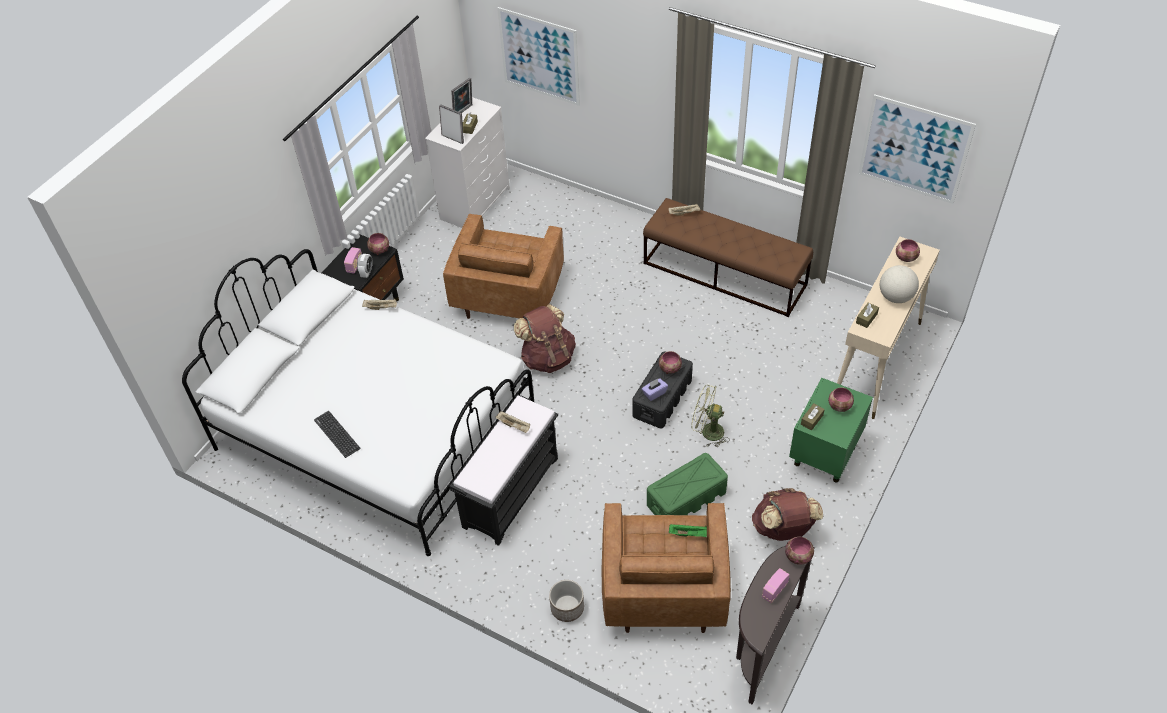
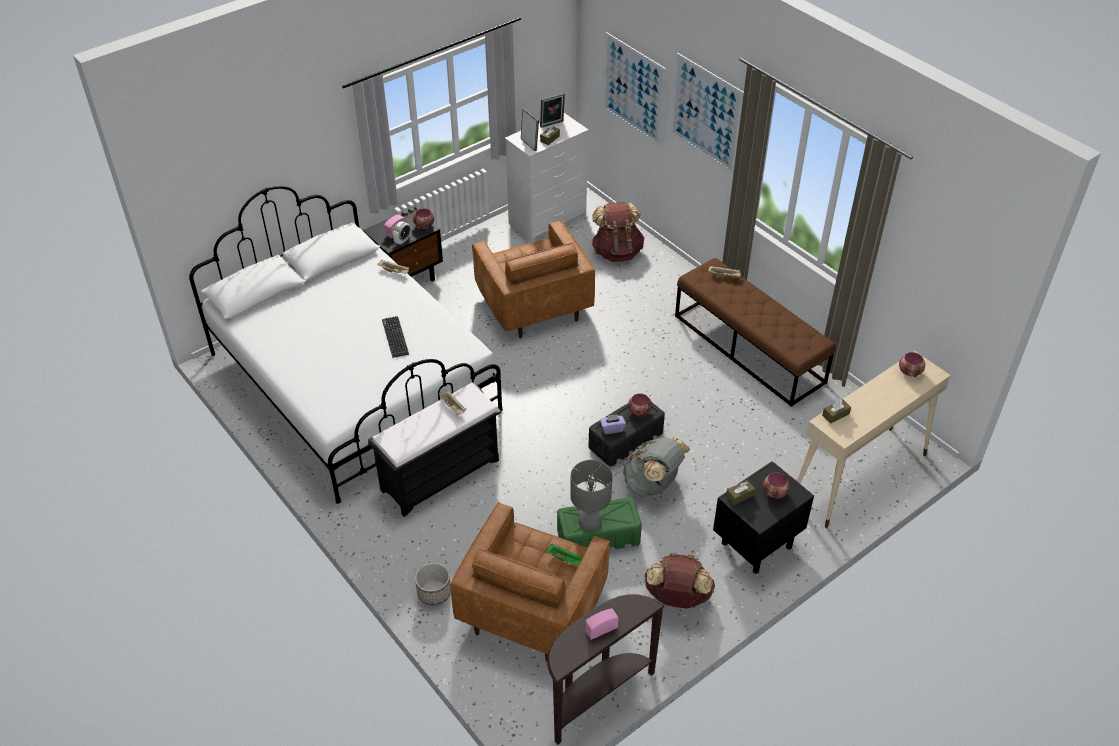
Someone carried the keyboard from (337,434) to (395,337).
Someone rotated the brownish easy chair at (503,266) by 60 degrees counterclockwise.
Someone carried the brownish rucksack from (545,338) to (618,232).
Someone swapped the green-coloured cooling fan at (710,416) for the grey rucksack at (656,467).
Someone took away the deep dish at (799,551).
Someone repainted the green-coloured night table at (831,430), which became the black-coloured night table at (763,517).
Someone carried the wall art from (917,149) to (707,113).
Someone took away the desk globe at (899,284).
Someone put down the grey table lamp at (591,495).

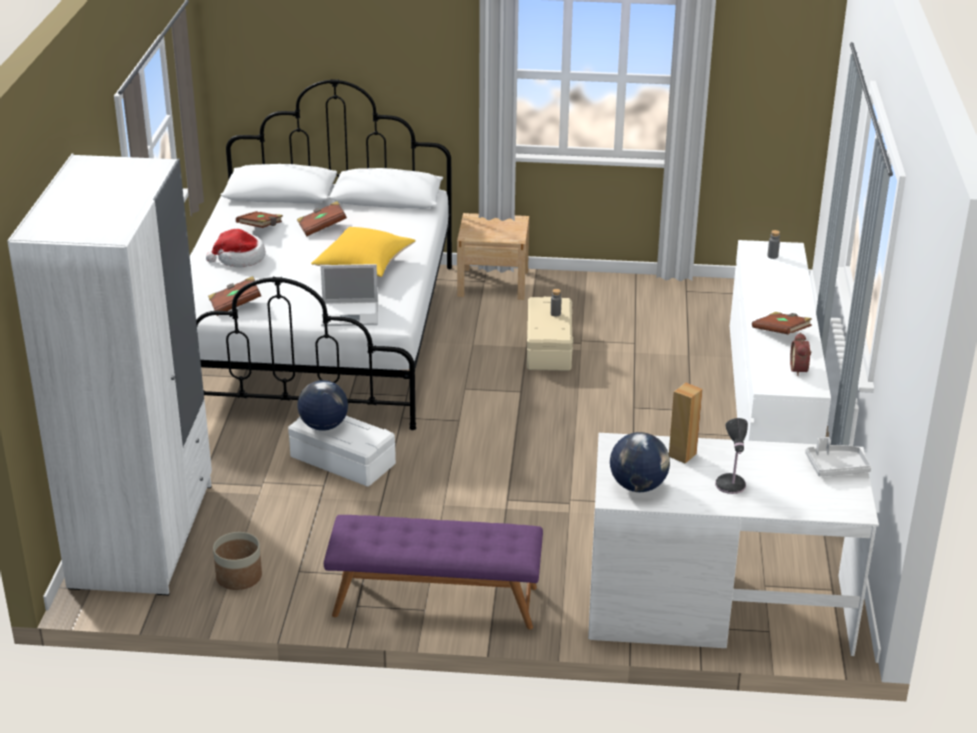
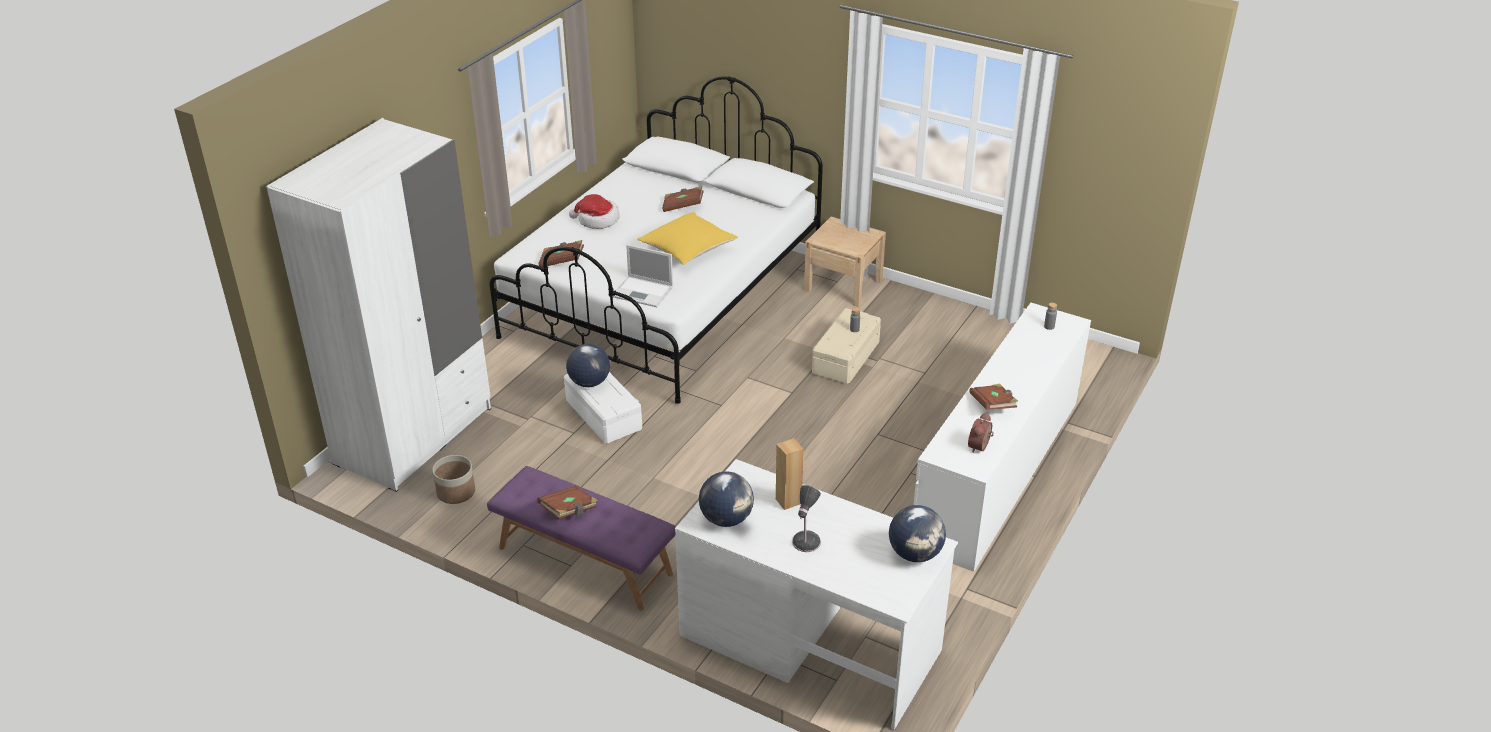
Someone carried the brownish bound book from (259,219) to (567,502).
Someone swapped the grey serving tray at (838,456) for the desk globe at (917,533).

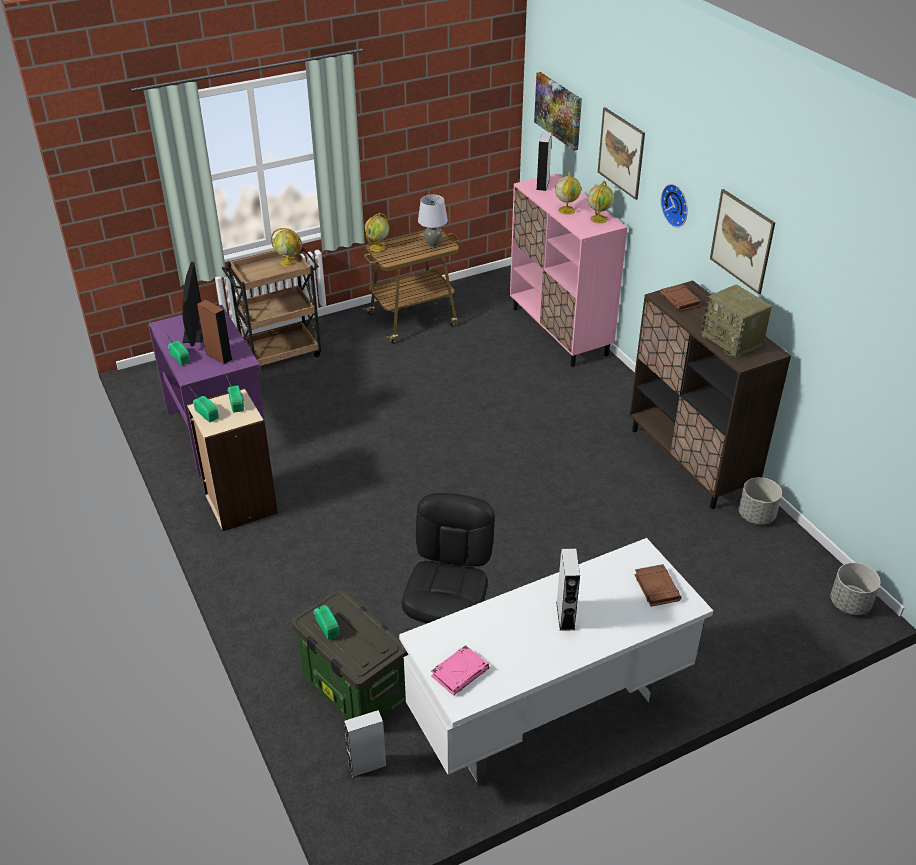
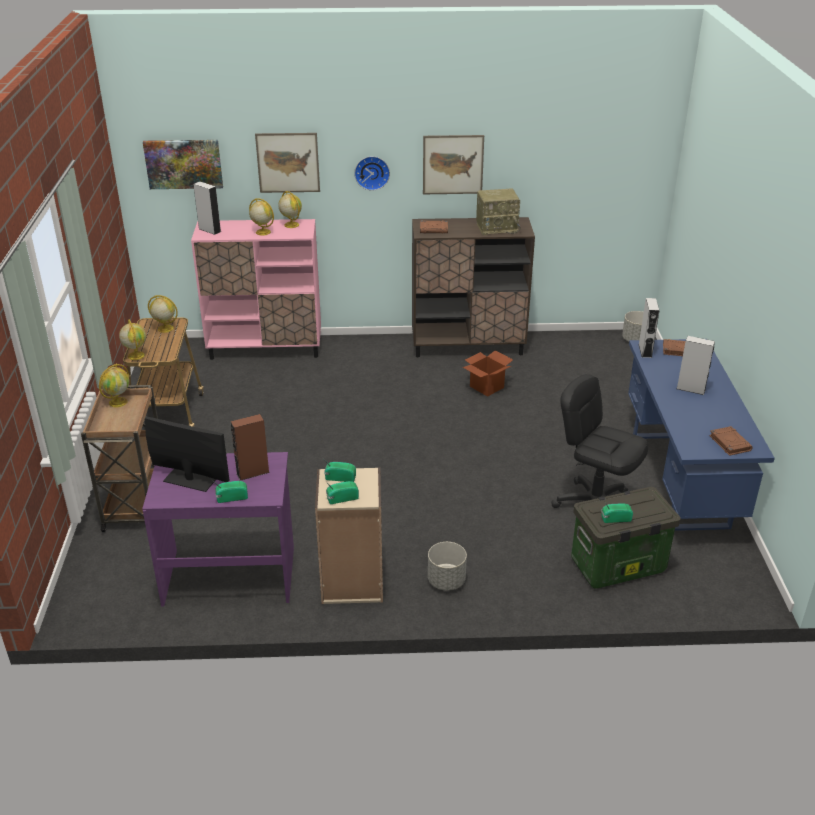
Someone carried the grey speaker from (365,744) to (649,328).
Someone repainted the white desk unit at (556,662), which became the bluish desk unit at (701,435).
Someone swapped the grey table lamp at (433,221) for the desk globe at (163,314).
Someone repainted the pinkish bound book at (460,670), which became the brownish bound book at (730,441).
Someone carried the grey plant pot from (760,501) to (447,566).
Someone put down the cardboard box at (488,373).

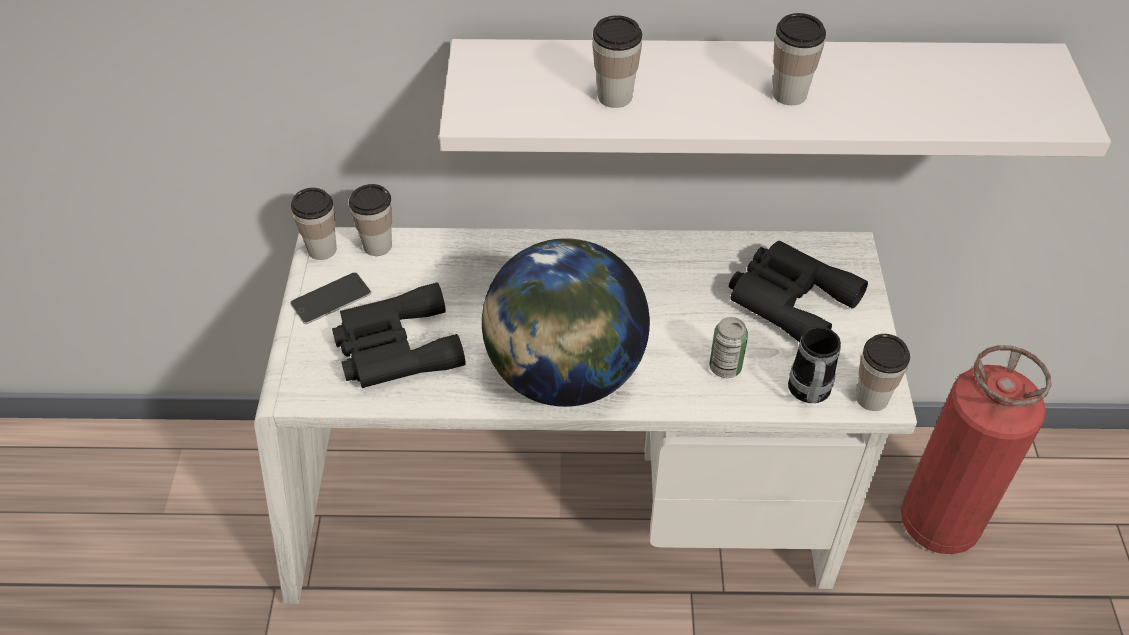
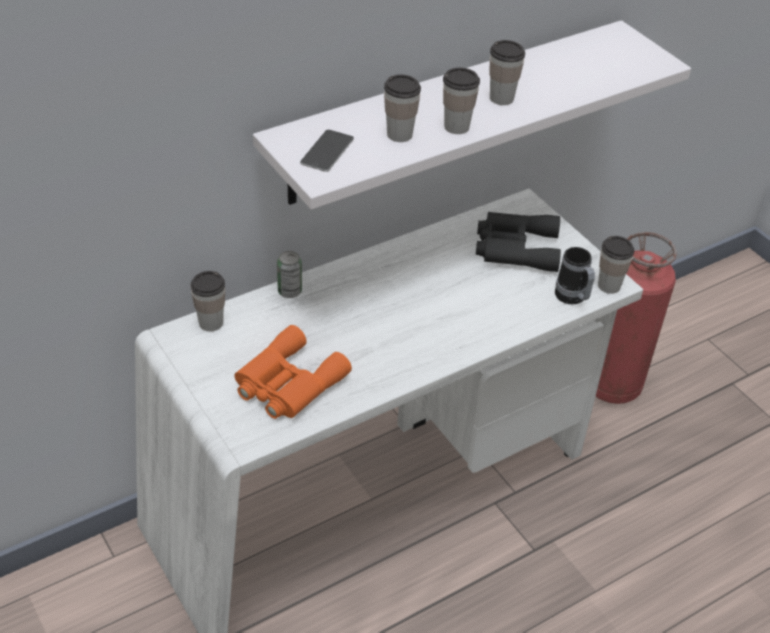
Someone carried the telephone from (330,298) to (327,150).
Someone carried the cup from (314,224) to (461,101).
Someone repainted the black-coloured field glasses at (399,335), which became the orange-coloured field glasses at (293,372).
Someone took away the desk globe at (566,322).
Someone carried the metal can from (728,347) to (289,274).

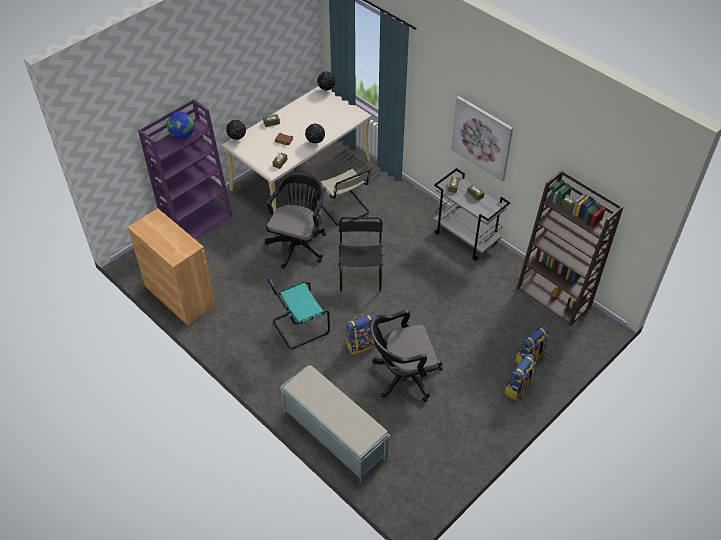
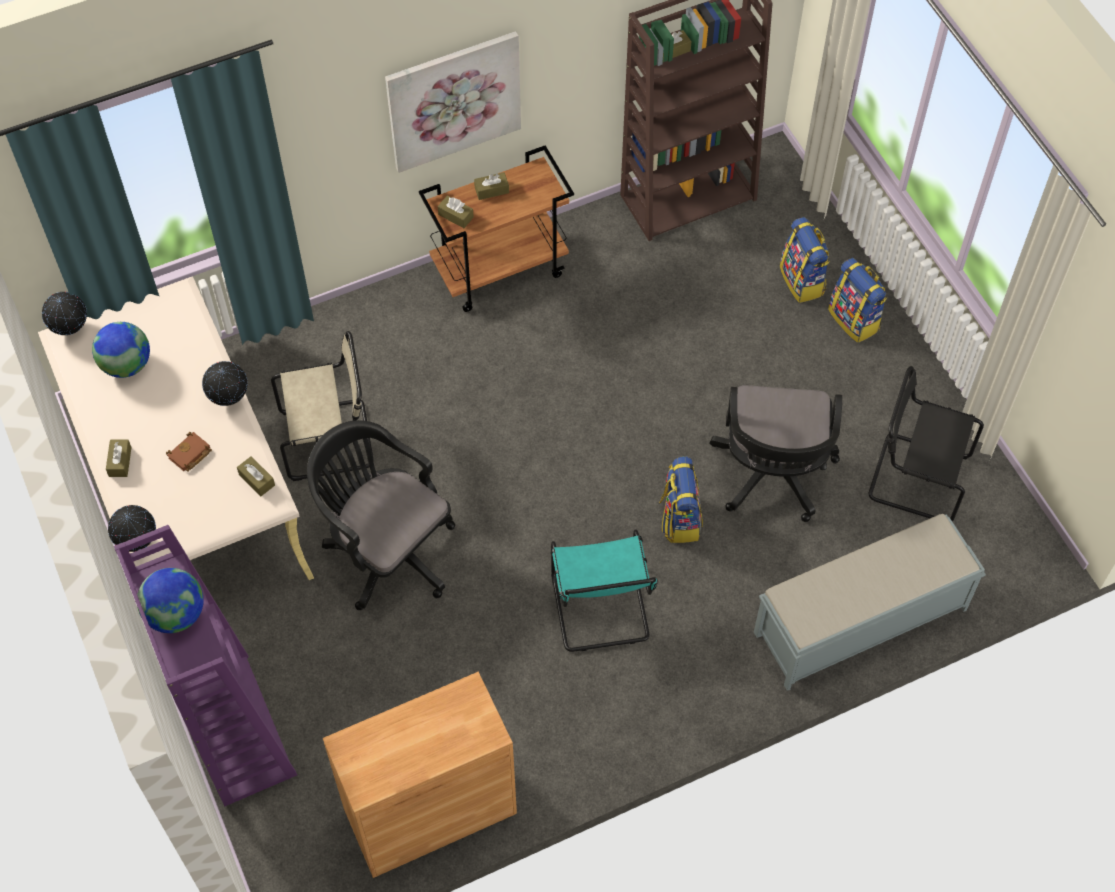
Someone carried the black-coloured upright chair from (360,254) to (926,443).
Someone repainted the grey wheeled cart at (471,214), which became the brownish wheeled cart at (496,228).
Someone put down the desk globe at (121,350).

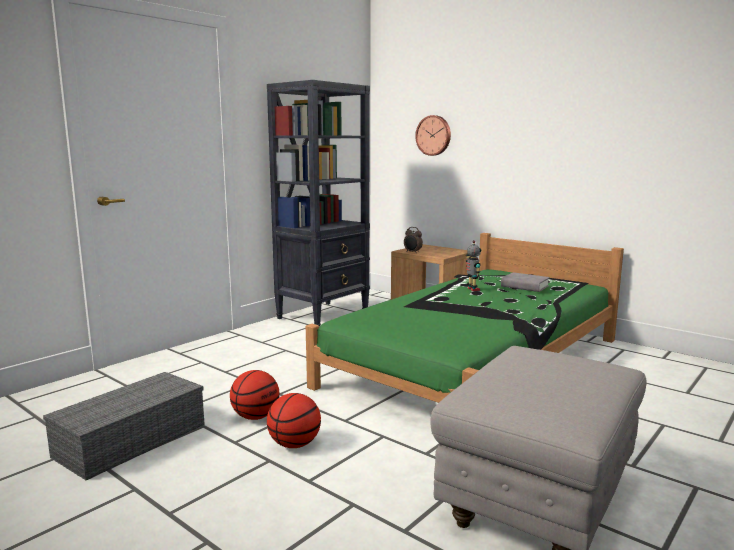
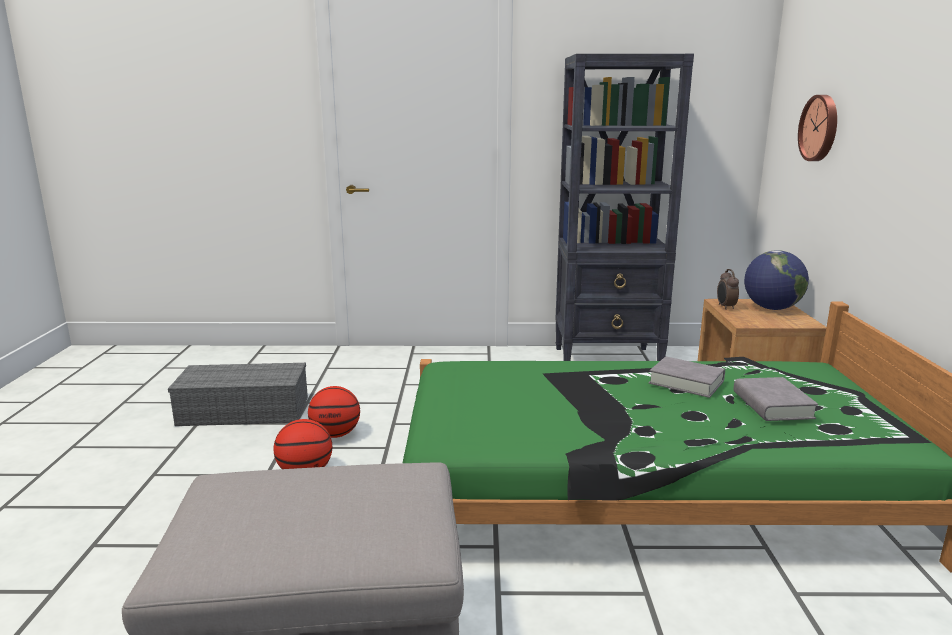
Someone swapped the toy robot at (473,265) for the grey bound book at (687,377).
Someone put down the desk globe at (776,280).

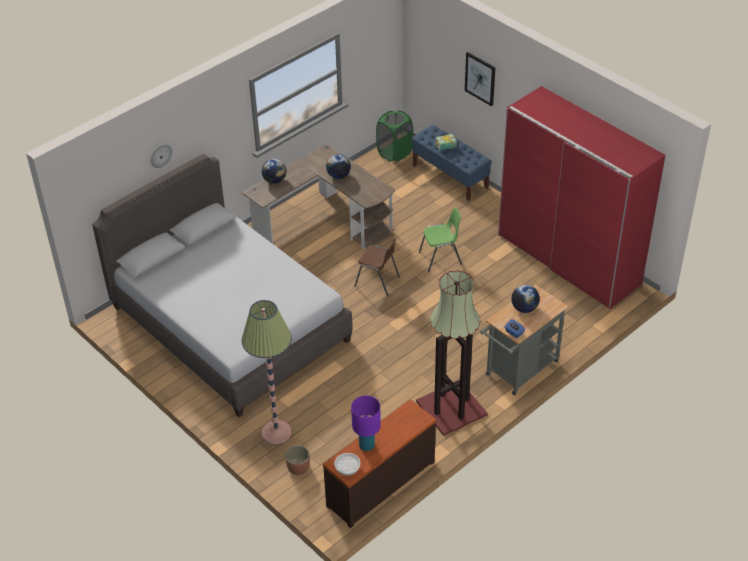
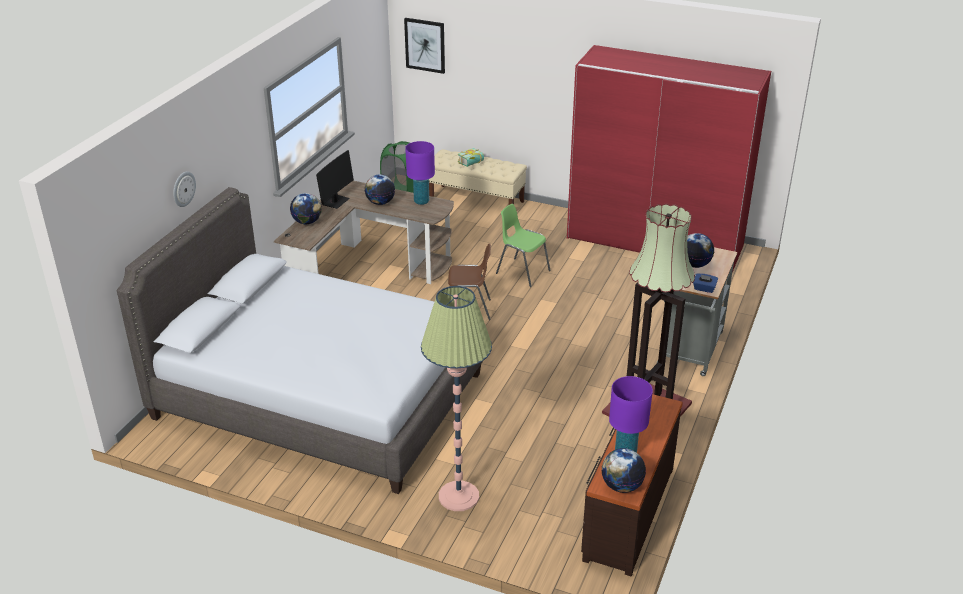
Someone took away the plant pot at (297,460).
Someone swapped the white deep dish at (347,464) for the desk globe at (623,470).
Someone repainted the bluish bench at (451,163), which became the sand-coloured bench at (478,177).
Someone rotated the green-coloured upright chair at (440,239) by 105 degrees counterclockwise.
Someone carried the wall art from (480,79) to (424,46).
Someone put down the computer screen at (335,179).
Someone put down the purple-coloured table lamp at (420,173).

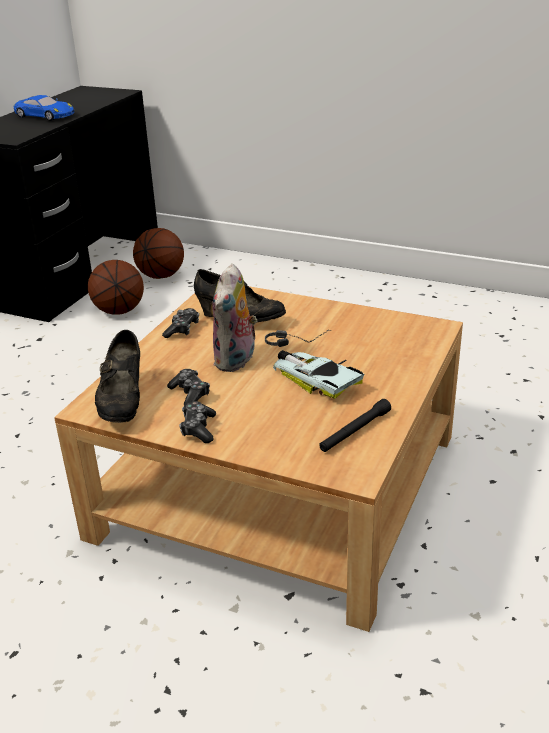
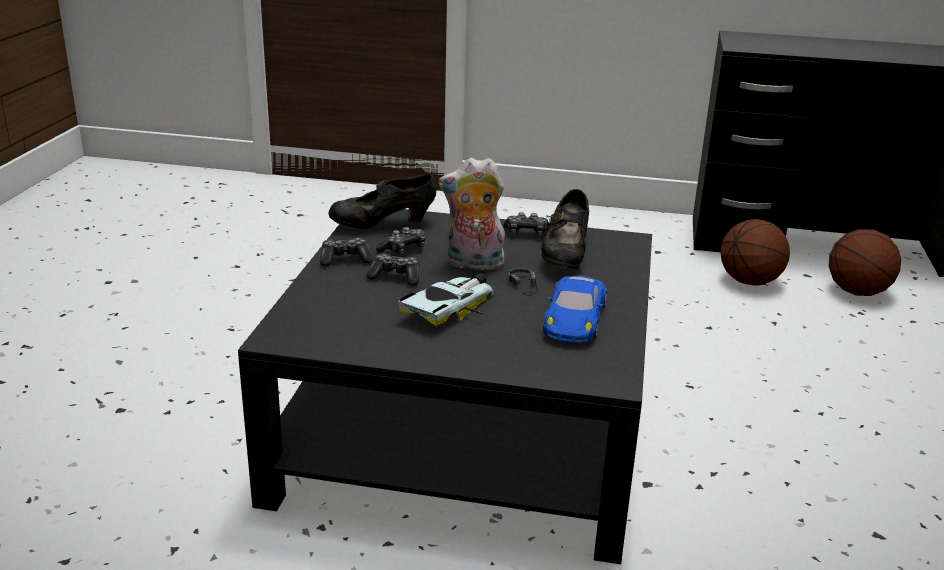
Someone carried the bluish toy car from (44,108) to (575,309).
Someone repainted the sand-coloured coffee table at (258,459), which became the black-coloured coffee table at (445,386).
Someone took away the black-coloured flashlight at (355,425).
Someone put down the gamepad at (393,270).

